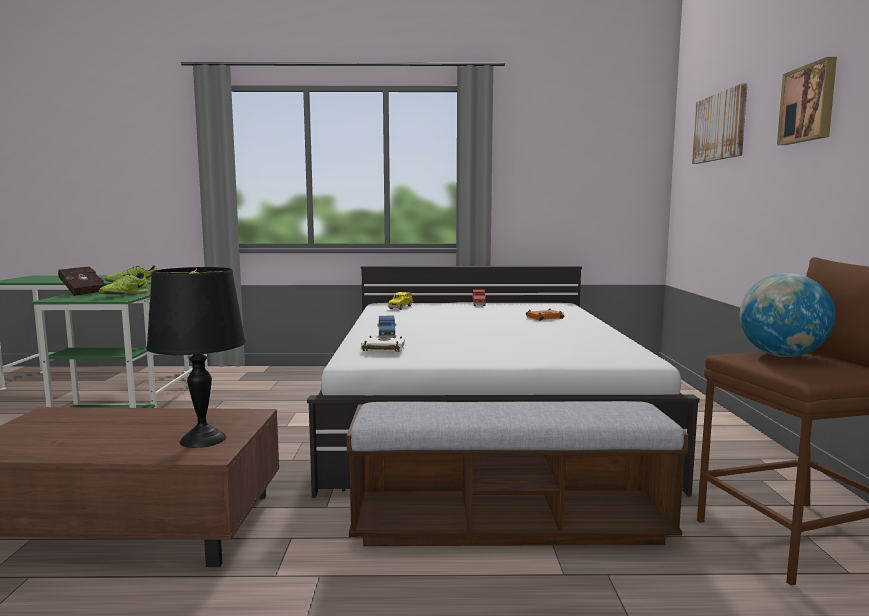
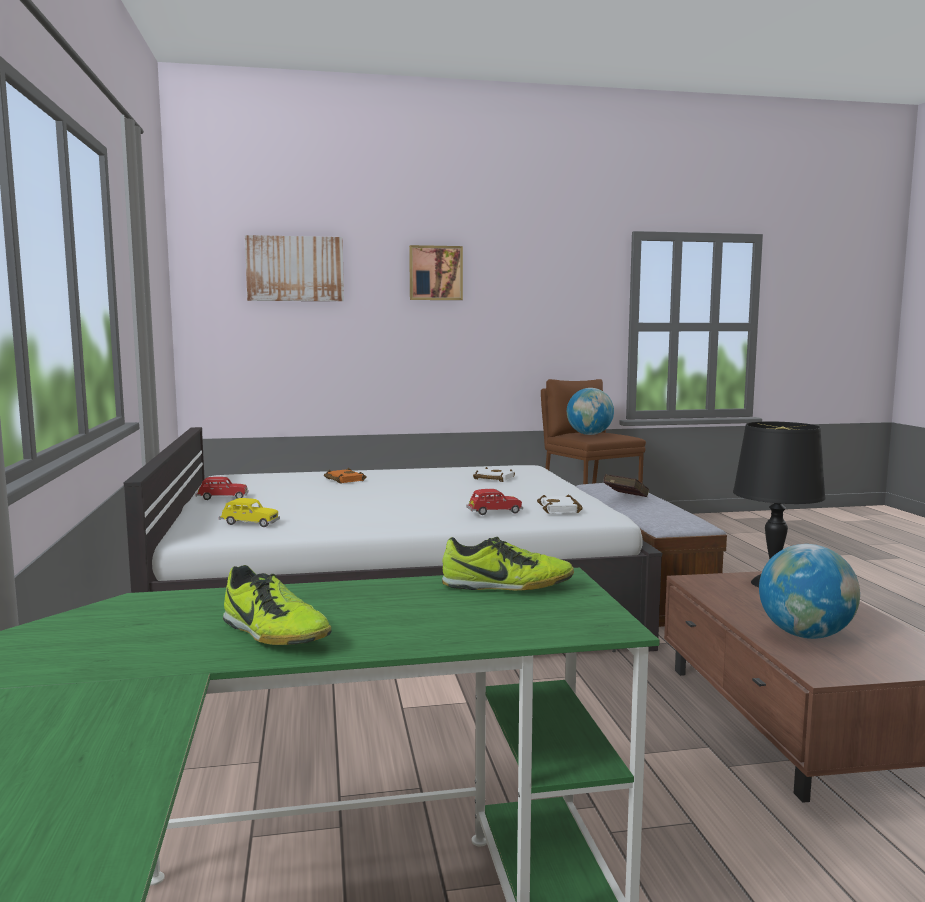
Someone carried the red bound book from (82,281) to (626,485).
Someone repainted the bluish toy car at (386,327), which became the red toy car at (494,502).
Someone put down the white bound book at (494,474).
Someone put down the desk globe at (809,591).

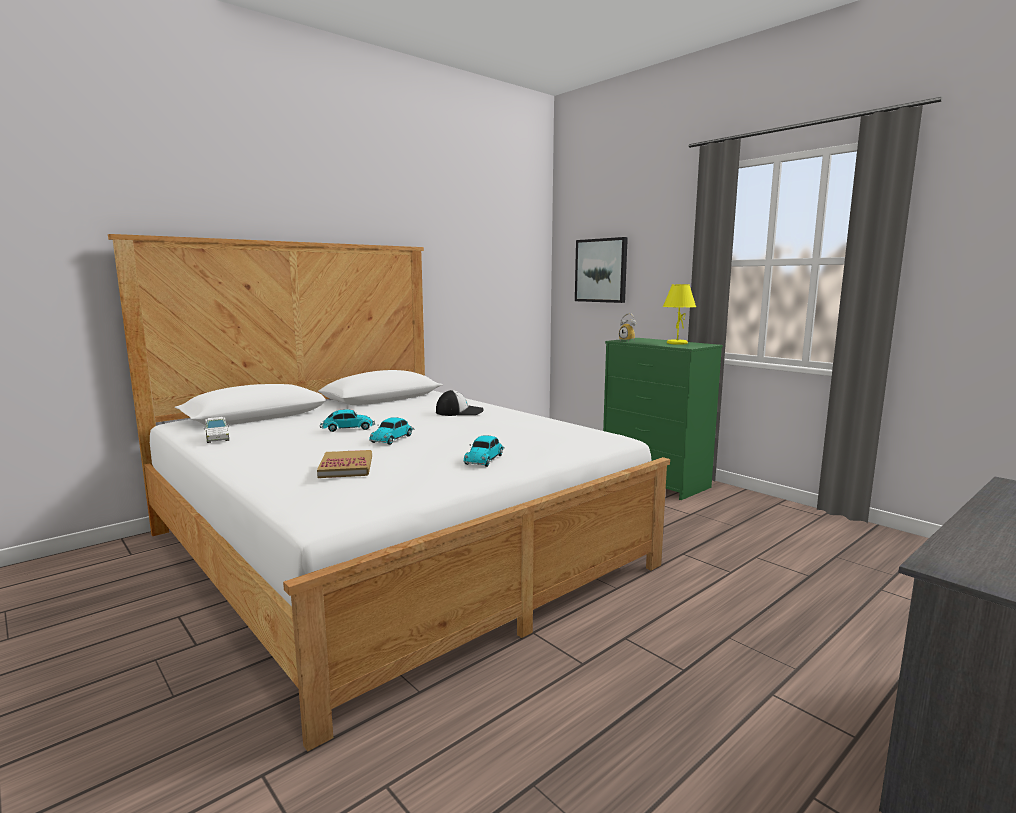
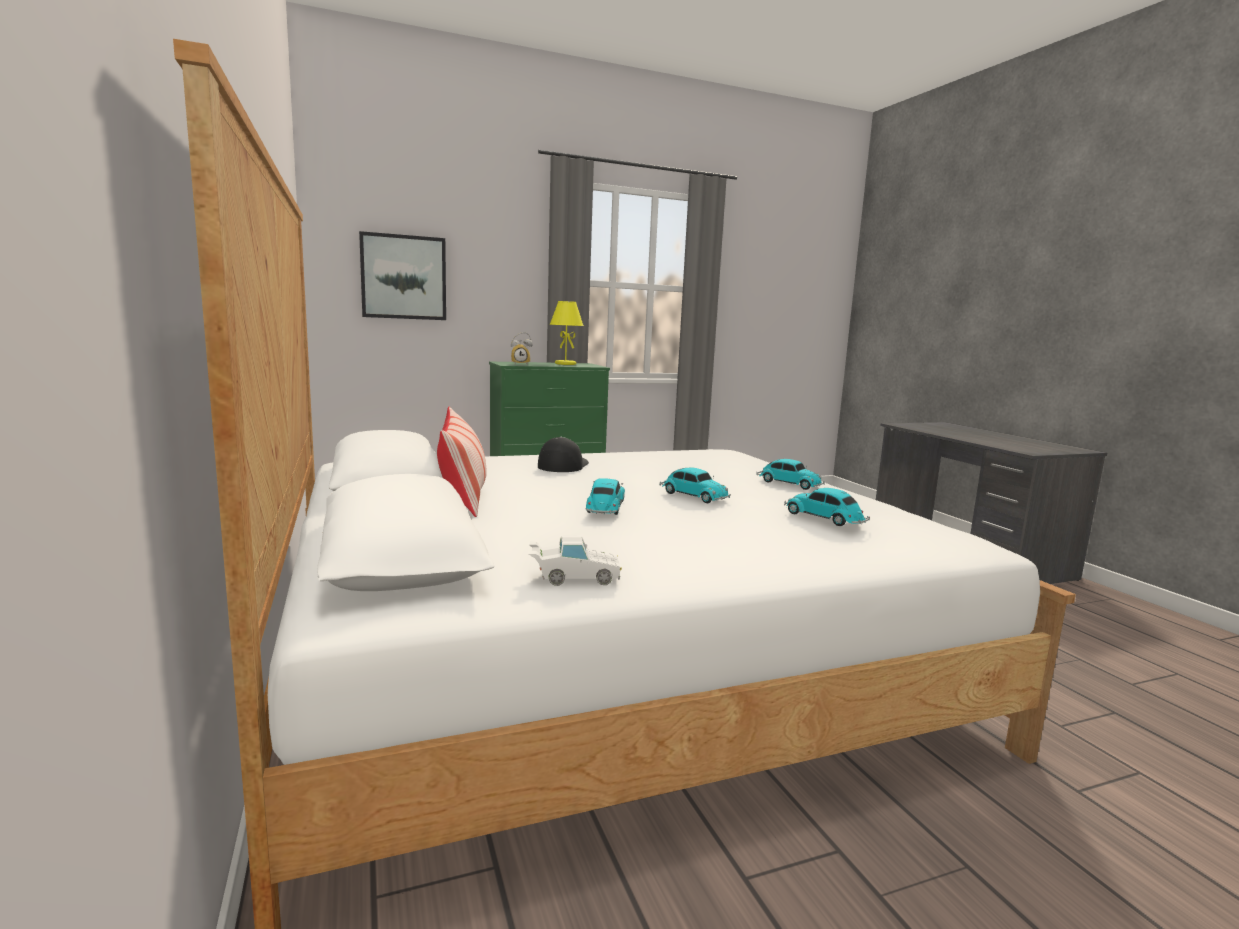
Someone swapped the bound book at (344,464) for the toy car at (827,507).
Someone put down the cushion at (462,462).

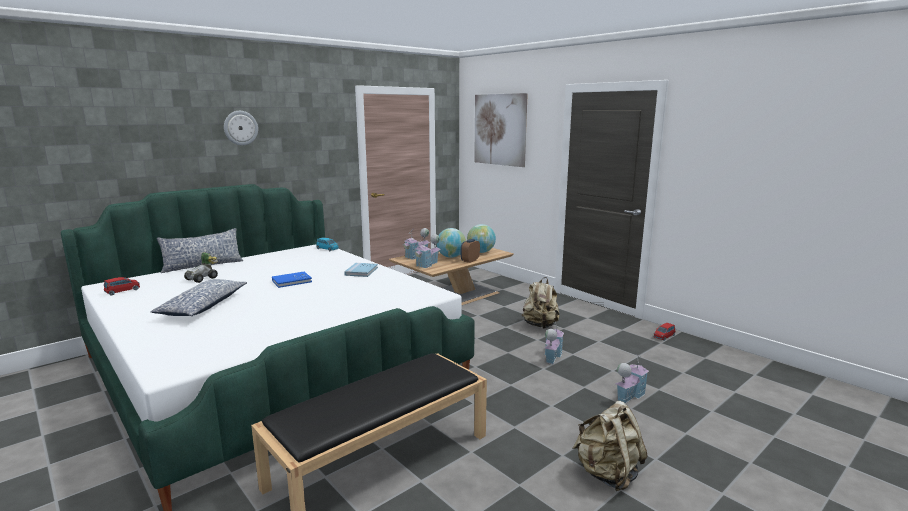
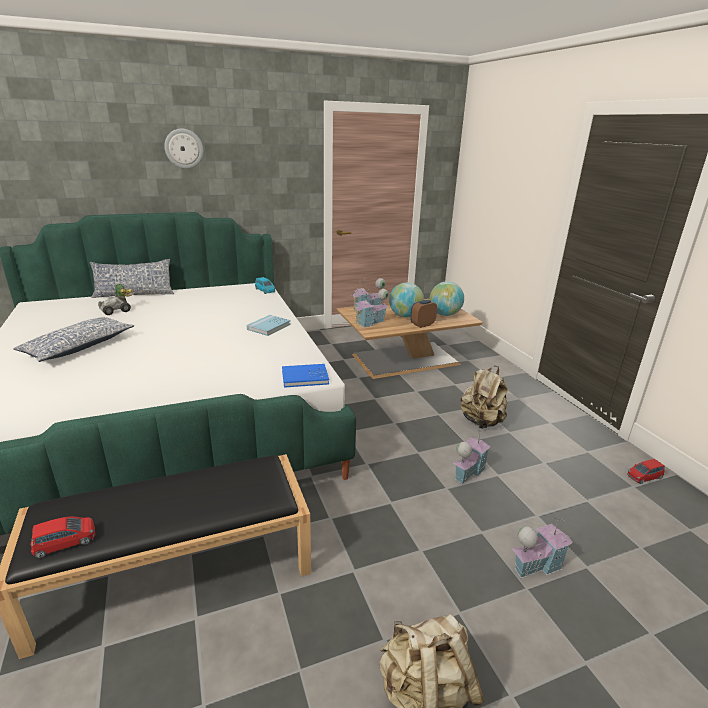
Someone carried the red toy car from (122,286) to (63,537).
Someone carried the bluish bound book from (292,279) to (305,376).
Someone took away the wall art at (501,130).

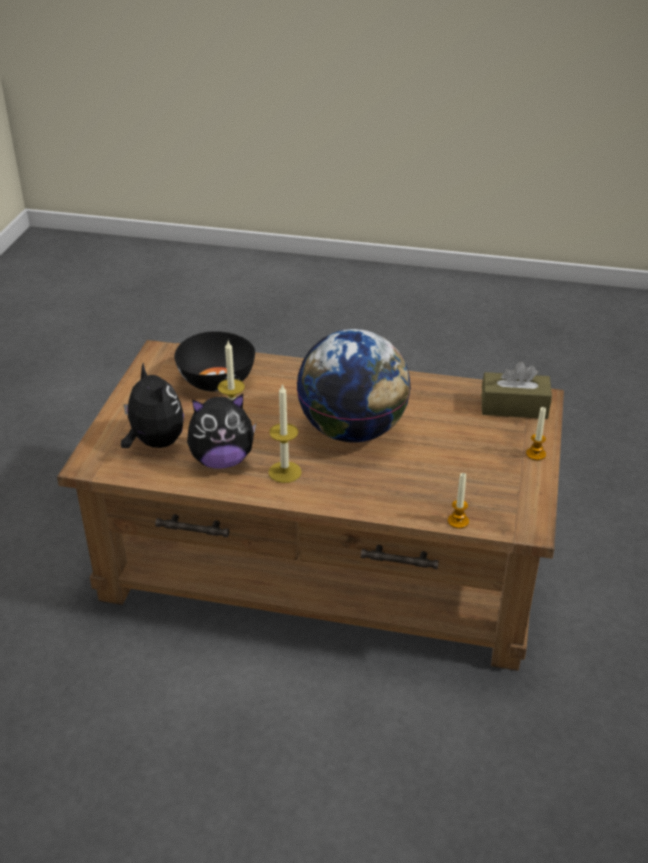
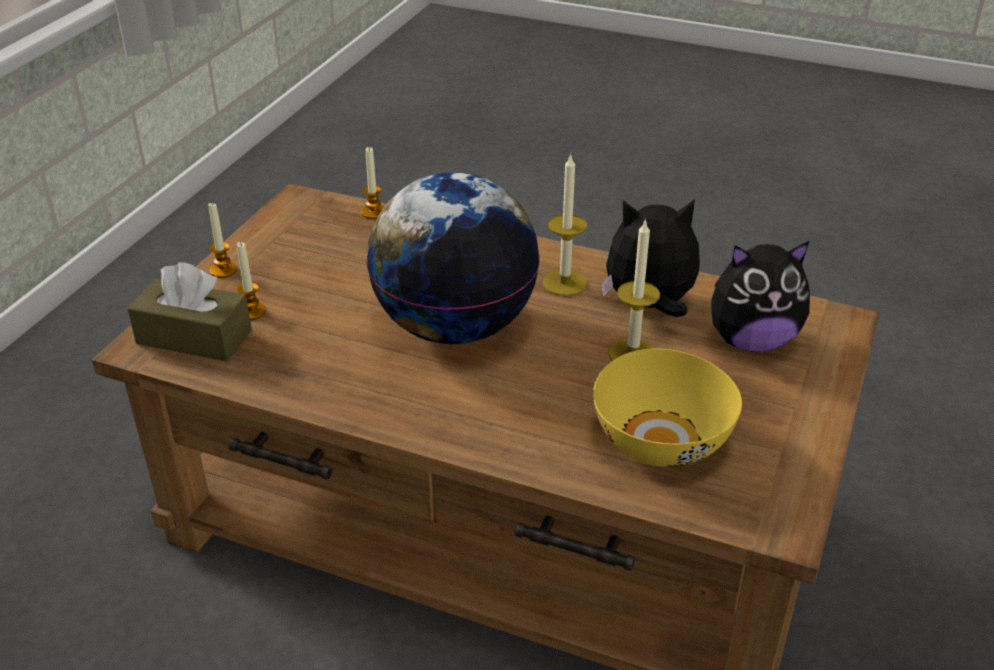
Someone rotated the soft toy at (152,405) by 75 degrees counterclockwise.
Someone repainted the black-coloured deep dish at (214,361), which became the yellowish deep dish at (667,407).
Someone put down the wax candle at (251,280).

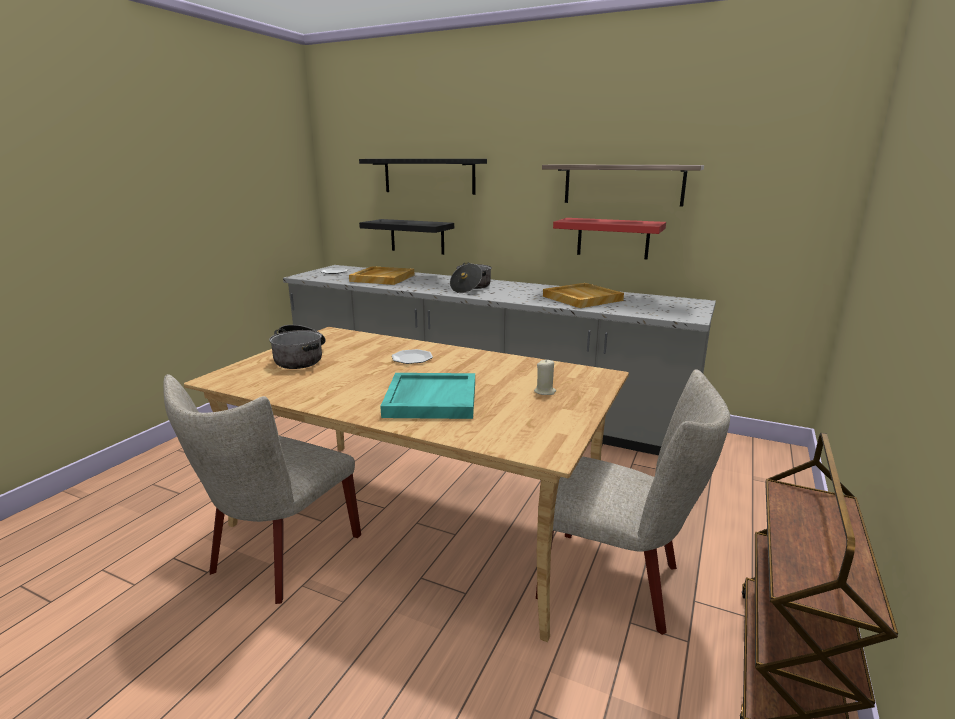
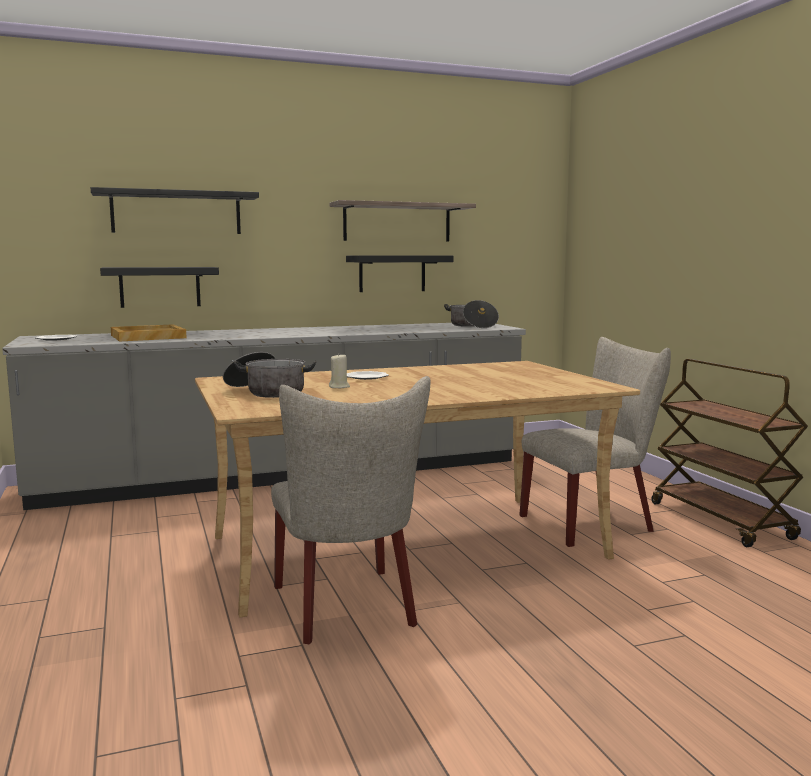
Someone took away the turquoise-coloured serving tray at (427,396).
Someone carried the saucepot from (471,277) to (471,314).
Someone carried the sand-coloured wax candle from (545,377) to (339,371).
Someone took away the sand-coloured serving tray at (583,295).
Someone repainted the red wall shelf at (609,238), which became the black-coloured wall shelf at (399,273).

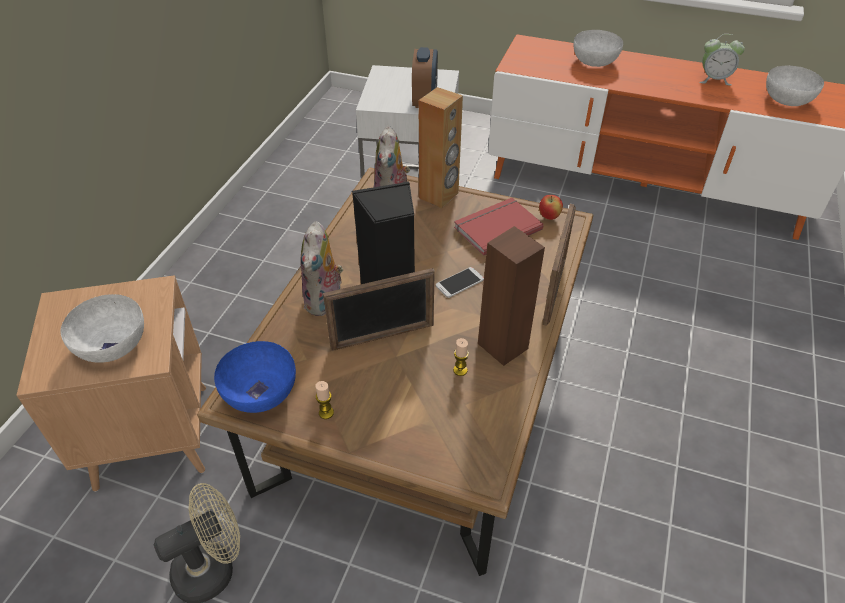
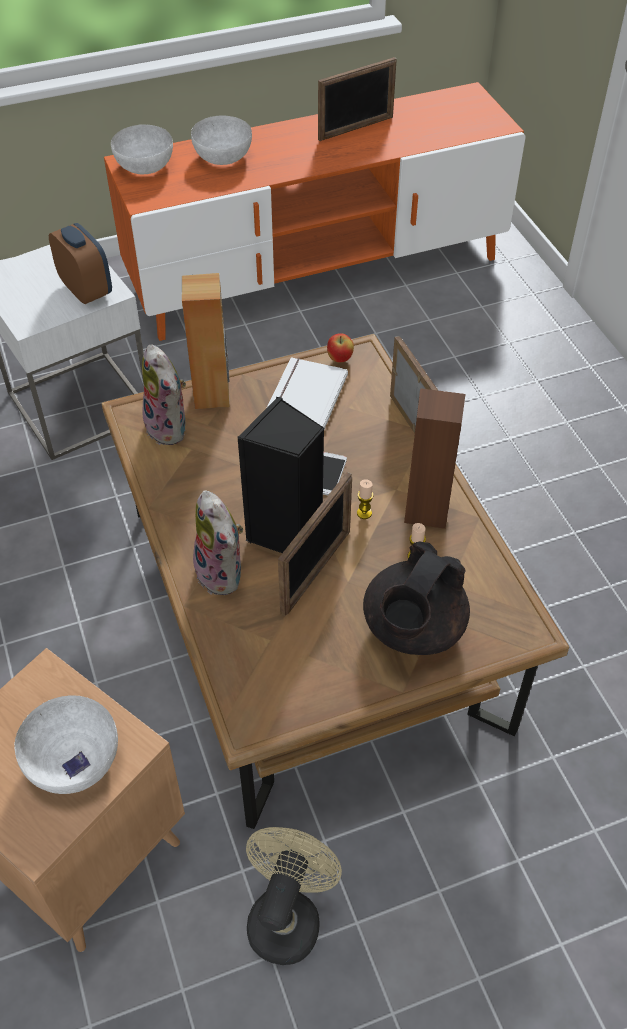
Someone took away the bluish deep dish at (255,377).
Someone carried the wax candle from (324,400) to (365,499).
Someone repainted the red bound book at (498,227), which became the white bound book at (307,392).
Someone swapped the alarm clock at (722,59) for the standing frame at (357,99).
Someone carried the white deep dish from (795,86) to (142,149).
Someone put down the black-coloured pot for tea at (416,598).

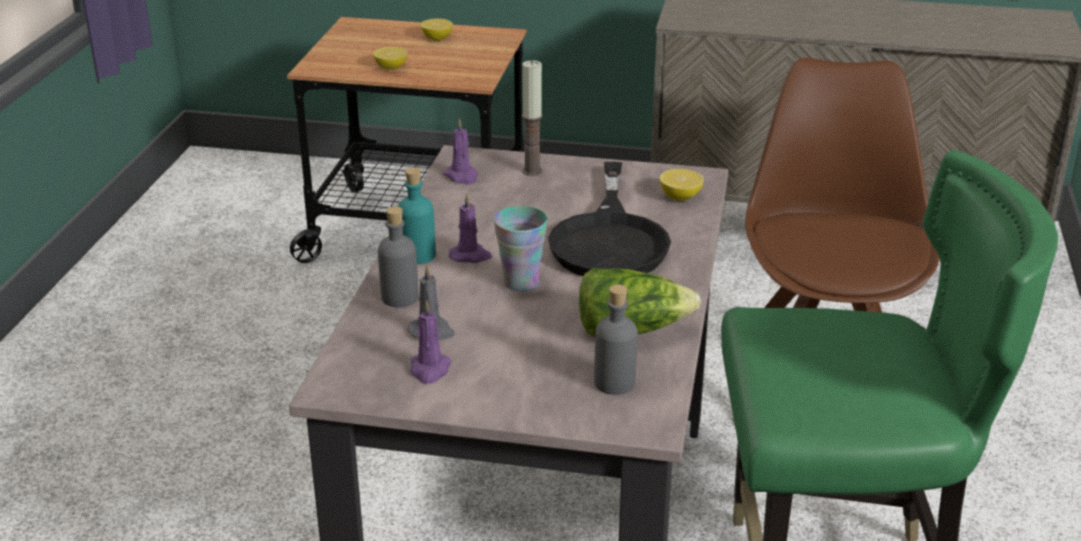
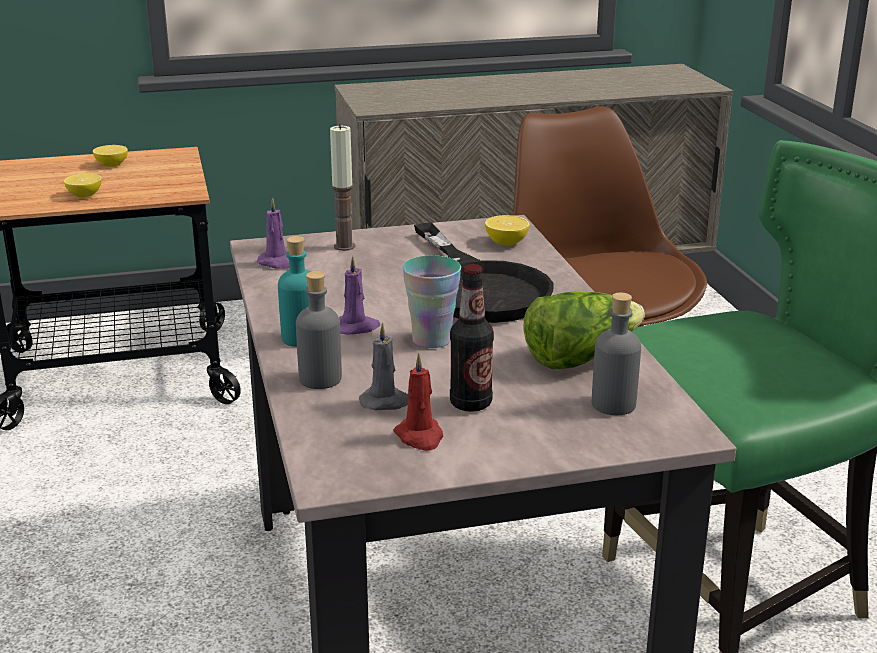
Someone repainted the purple-coloured wax candle at (430,342), which became the red wax candle at (418,402).
Someone put down the bottle at (472,338).

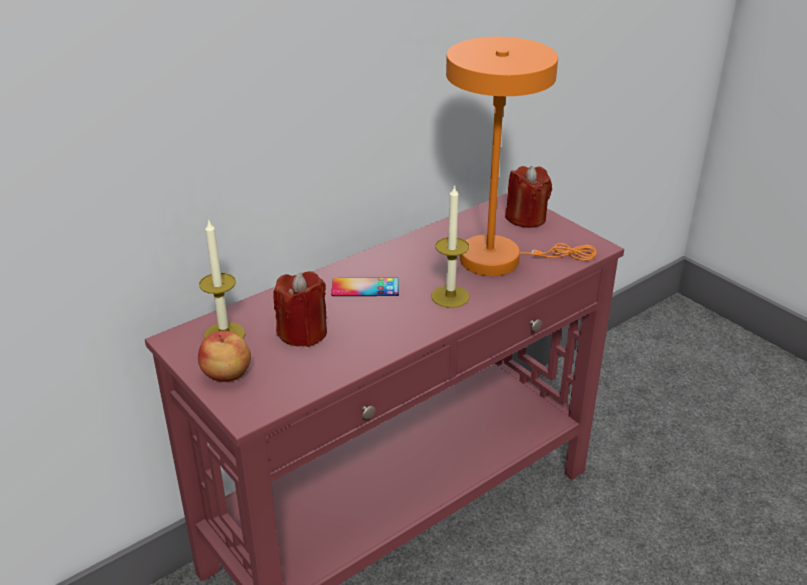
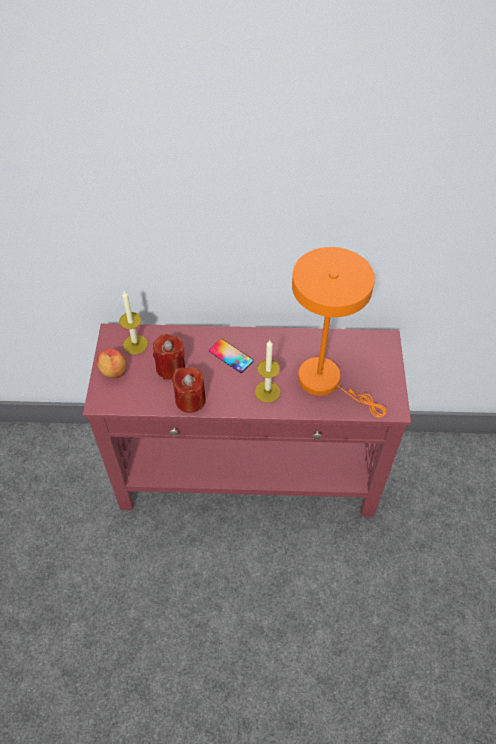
Someone carried the red wax candle from (528,197) to (189,390).

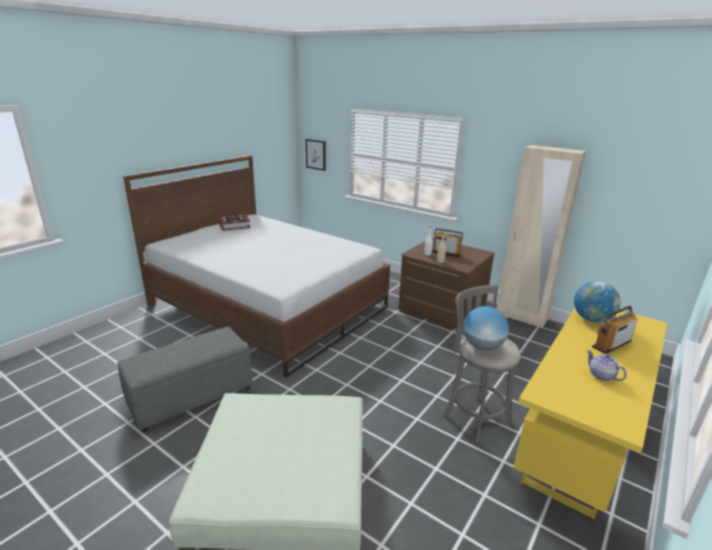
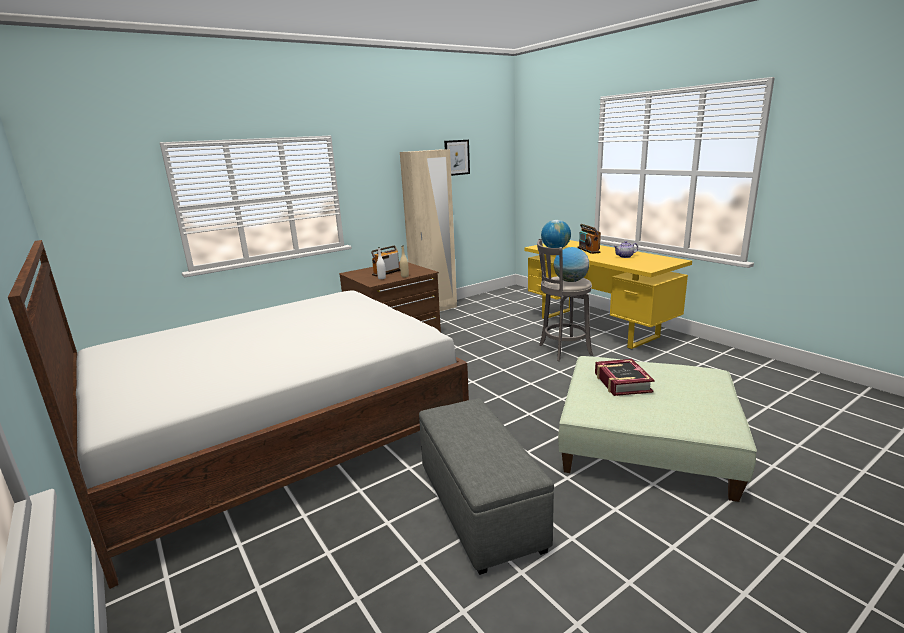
Someone carried the bound book from (234,223) to (625,377).
Someone carried the wall art from (316,155) to (457,158).

